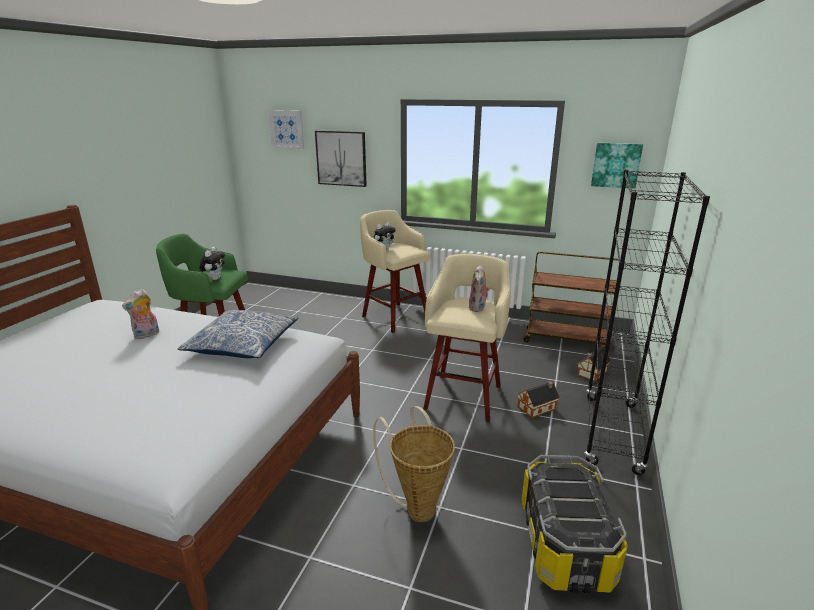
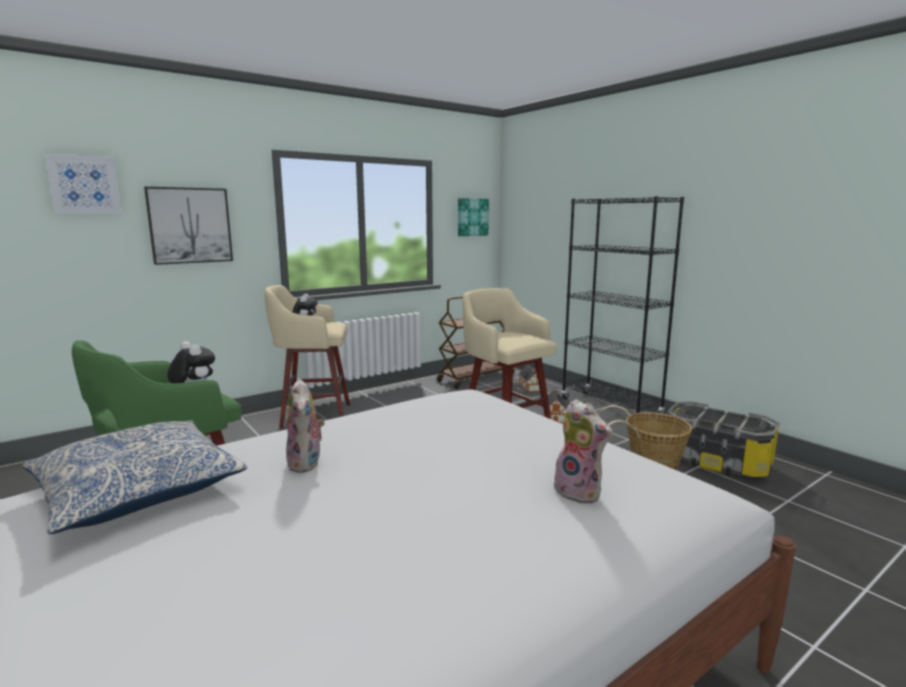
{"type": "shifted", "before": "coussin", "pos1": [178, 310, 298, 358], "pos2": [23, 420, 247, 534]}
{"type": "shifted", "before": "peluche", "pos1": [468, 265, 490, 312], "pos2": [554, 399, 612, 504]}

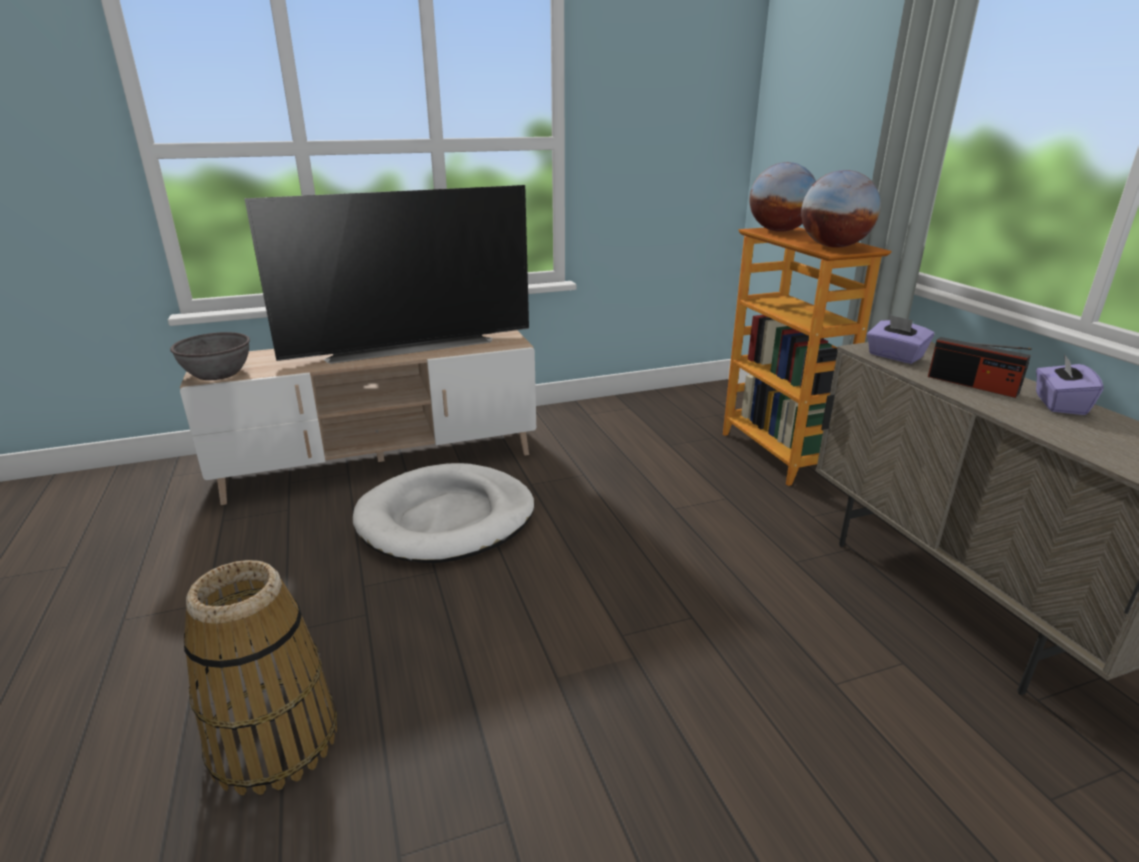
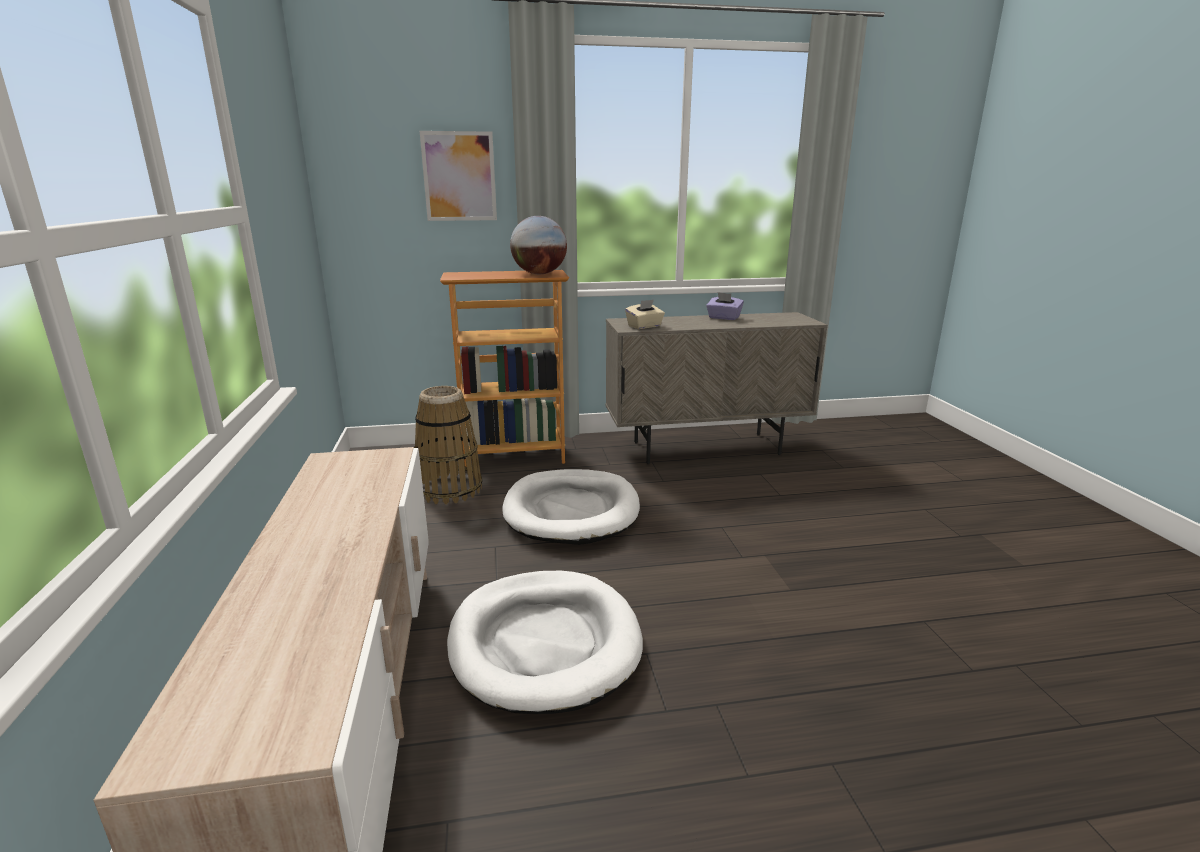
{"type": "shifted", "before": "panier", "pos1": [184, 560, 337, 795], "pos2": [414, 386, 482, 504]}
{"type": "new", "after": "tableau", "pos2": [420, 131, 497, 221]}
{"type": "new", "after": "panier pour chien/blanc", "pos2": [502, 469, 640, 545]}
{"type": "repainted", "before": "boîte à mouchoirs/violet", "after": "boîte à mouchoirs/beige", "pos1": [867, 315, 935, 364], "pos2": [625, 300, 665, 329]}
{"type": "gone", "before": "bol/gris", "pos1": [170, 332, 250, 380]}
{"type": "gone", "before": "téléviseur", "pos1": [244, 185, 529, 364]}
{"type": "gone", "before": "globe", "pos1": [750, 162, 816, 232]}
{"type": "gone", "before": "radio", "pos1": [928, 337, 1032, 398]}

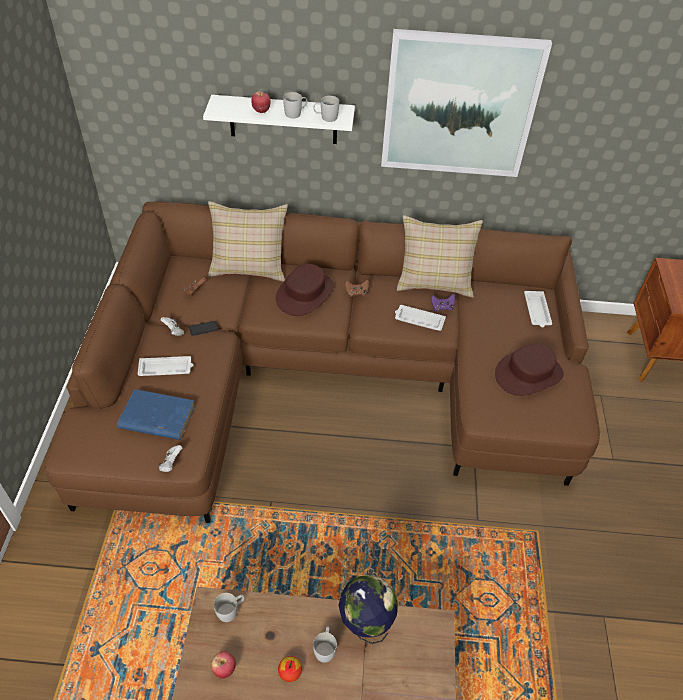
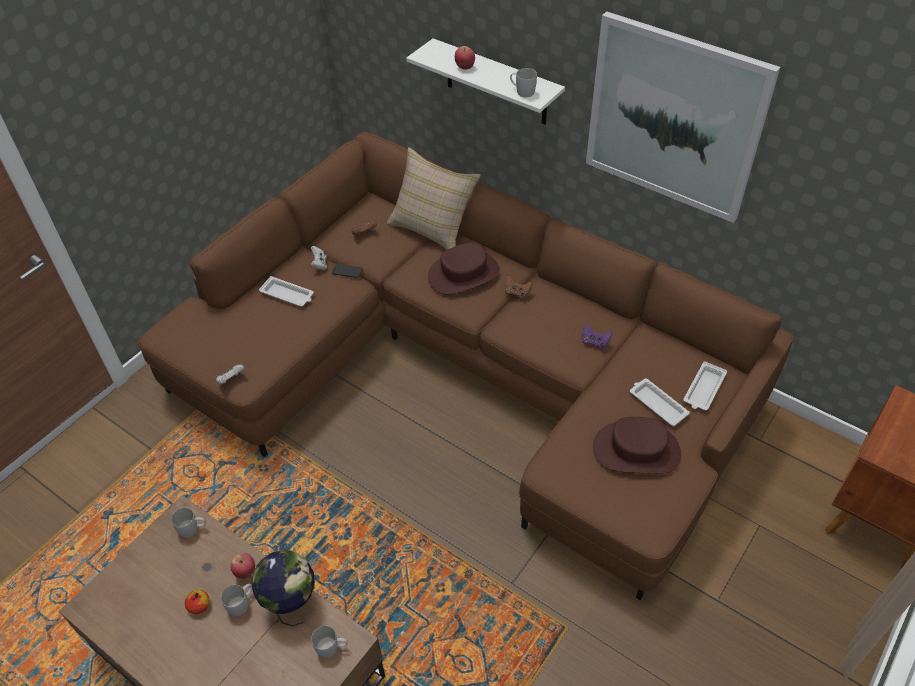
{"type": "shifted", "before": "pomme", "pos1": [211, 651, 236, 679], "pos2": [230, 553, 255, 579]}
{"type": "shifted", "before": "mug/blanc", "pos1": [283, 92, 307, 119], "pos2": [311, 626, 348, 658]}
{"type": "shifted", "before": "plateau/blanc", "pos1": [395, 305, 446, 331], "pos2": [630, 378, 690, 426]}
{"type": "gone", "before": "livre/bleu", "pos1": [117, 389, 195, 440]}
{"type": "gone", "before": "coussin/beige", "pos1": [397, 215, 483, 297]}

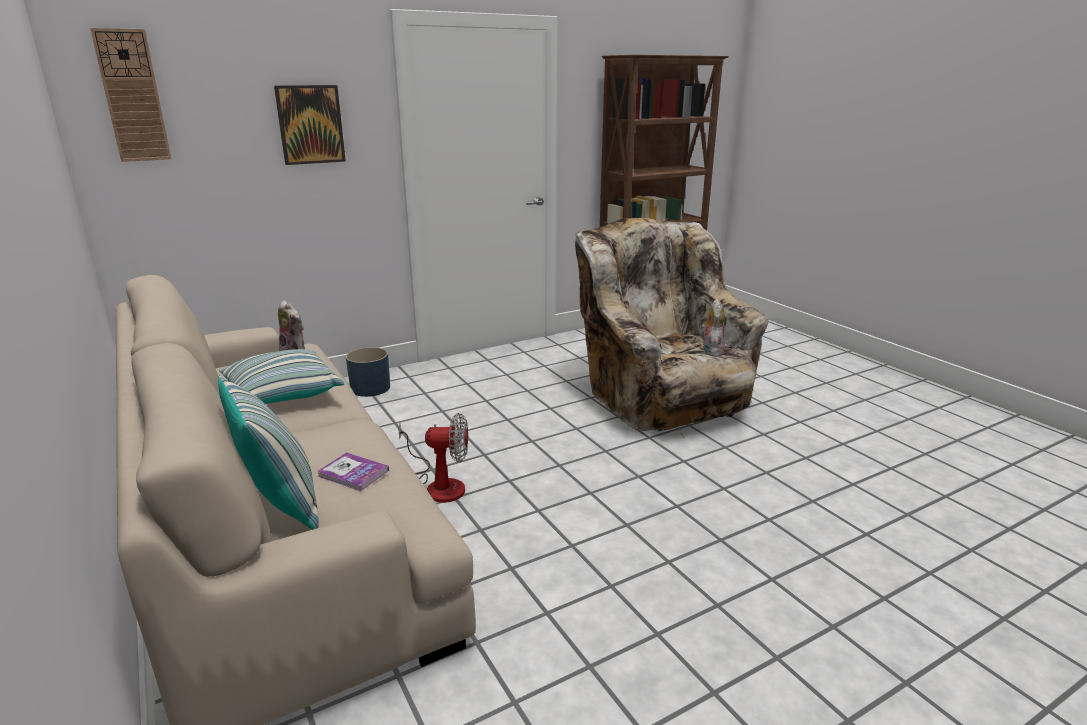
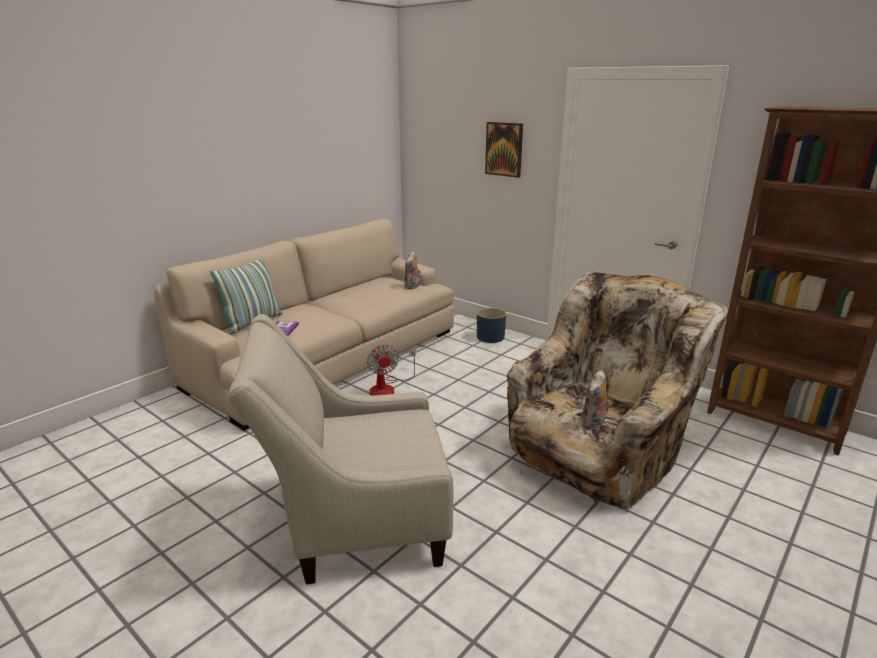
{"type": "new", "after": "fauteuil/beige", "pos2": [227, 314, 454, 584]}
{"type": "rotated", "before": "peluche", "pos1": [701, 299, 724, 357], "pos2": [582, 370, 611, 429], "turn": 135}
{"type": "gone", "before": "horloge murale", "pos1": [90, 28, 171, 162]}
{"type": "gone", "before": "coussin", "pos1": [219, 349, 344, 404]}

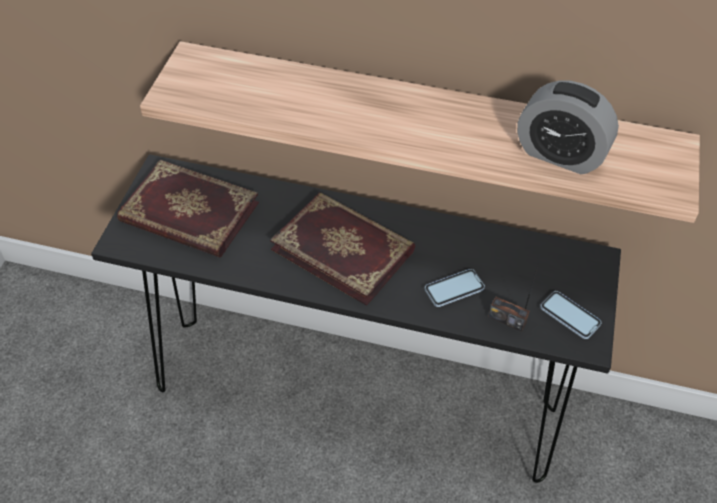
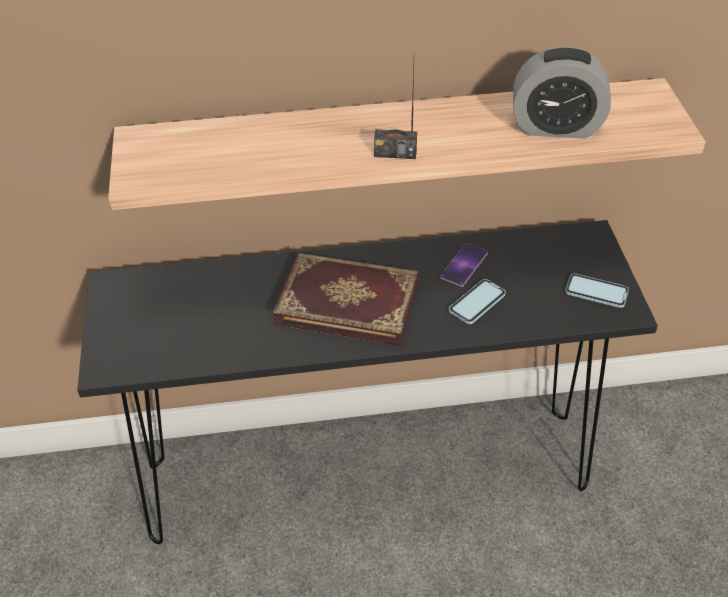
{"type": "shifted", "before": "radio", "pos1": [488, 262, 539, 331], "pos2": [374, 67, 417, 159]}
{"type": "new", "after": "téléphone", "pos2": [440, 243, 488, 287]}
{"type": "gone", "before": "livre", "pos1": [117, 160, 259, 258]}

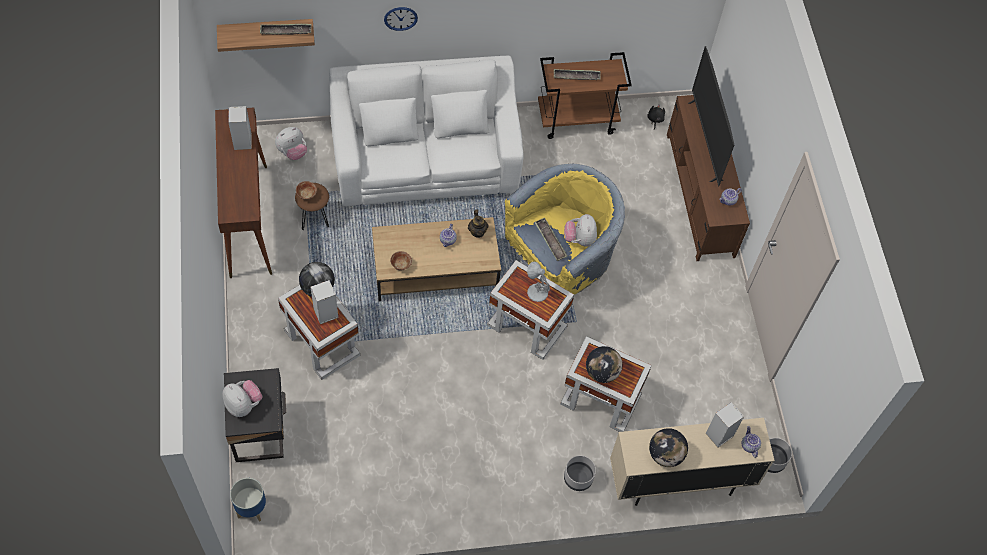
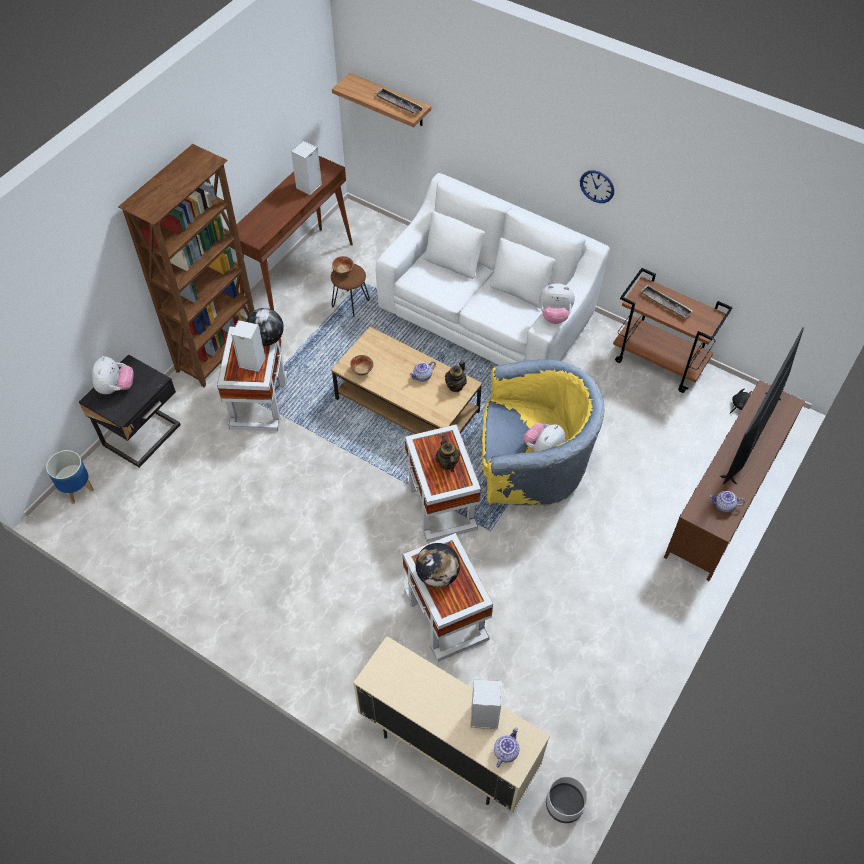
{"type": "new", "after": "bibliothèque/marron", "pos2": [118, 144, 255, 387]}
{"type": "swapped", "before": "lampe de table/blanc", "after": "théière", "pos1": [527, 262, 550, 302], "pos2": [435, 435, 460, 472]}
{"type": "shifted", "before": "peluche", "pos1": [275, 127, 307, 160], "pos2": [539, 283, 575, 324]}
{"type": "shifted", "before": "horloge murale", "pos1": [384, 7, 418, 31], "pos2": [580, 170, 614, 203]}
{"type": "gone", "before": "plateau", "pos1": [534, 218, 567, 261]}
{"type": "gone", "before": "cache-pot/gris", "pos1": [564, 455, 596, 491]}
{"type": "gone", "before": "globe", "pos1": [649, 428, 688, 467]}

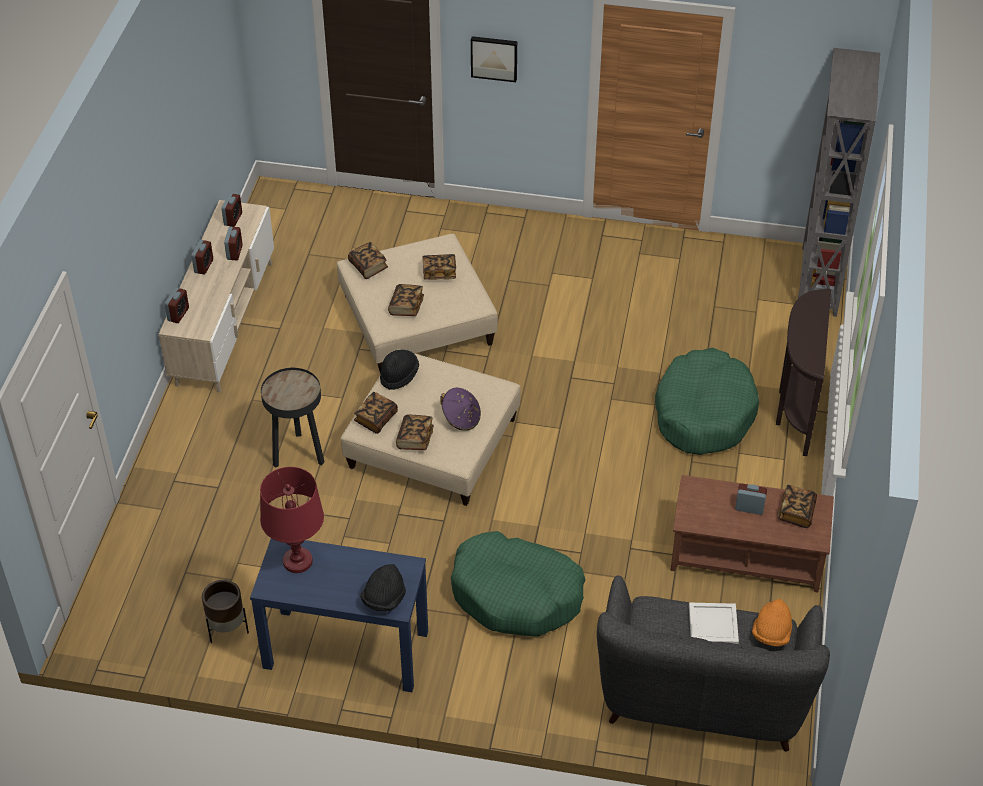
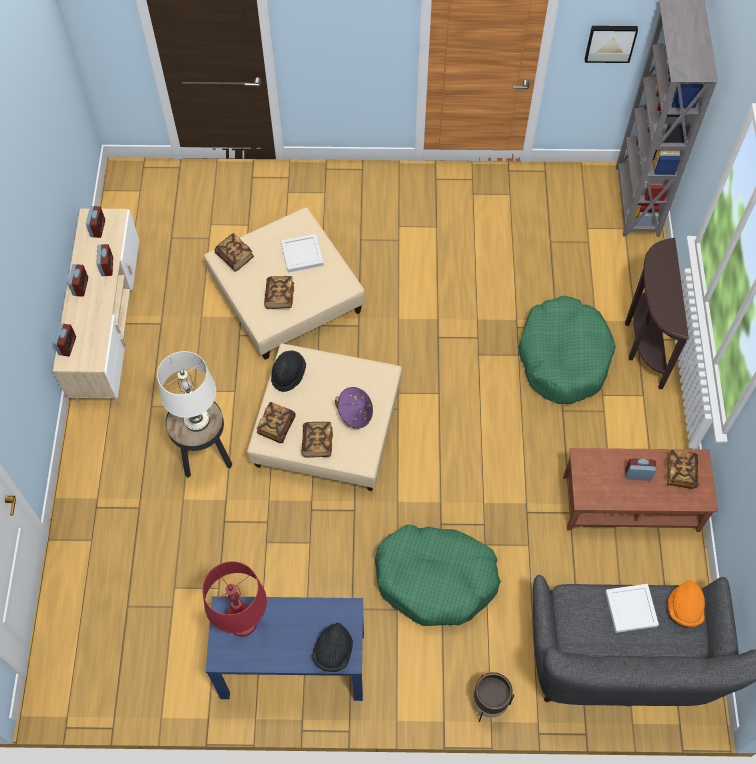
{"type": "new", "after": "lampe de table/blanc", "pos2": [157, 351, 216, 432]}
{"type": "swapped", "before": "livre", "after": "plateau/blanc", "pos1": [422, 254, 456, 280], "pos2": [281, 234, 324, 272]}
{"type": "shifted", "before": "cache-pot/marron", "pos1": [202, 580, 249, 643], "pos2": [473, 672, 514, 722]}
{"type": "shifted", "before": "tableau", "pos1": [471, 36, 517, 82], "pos2": [585, 26, 638, 63]}

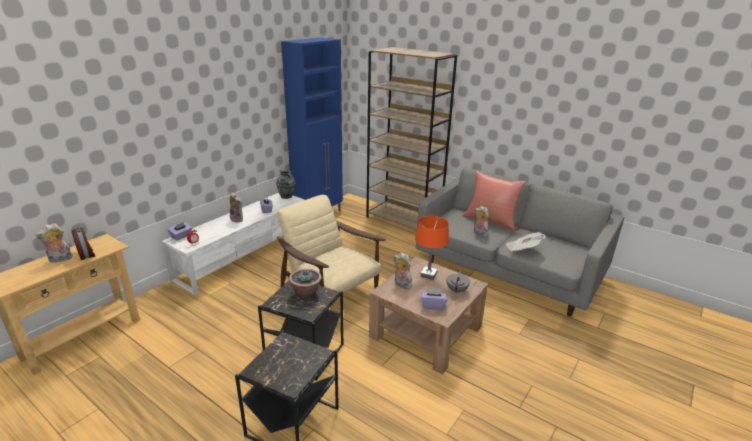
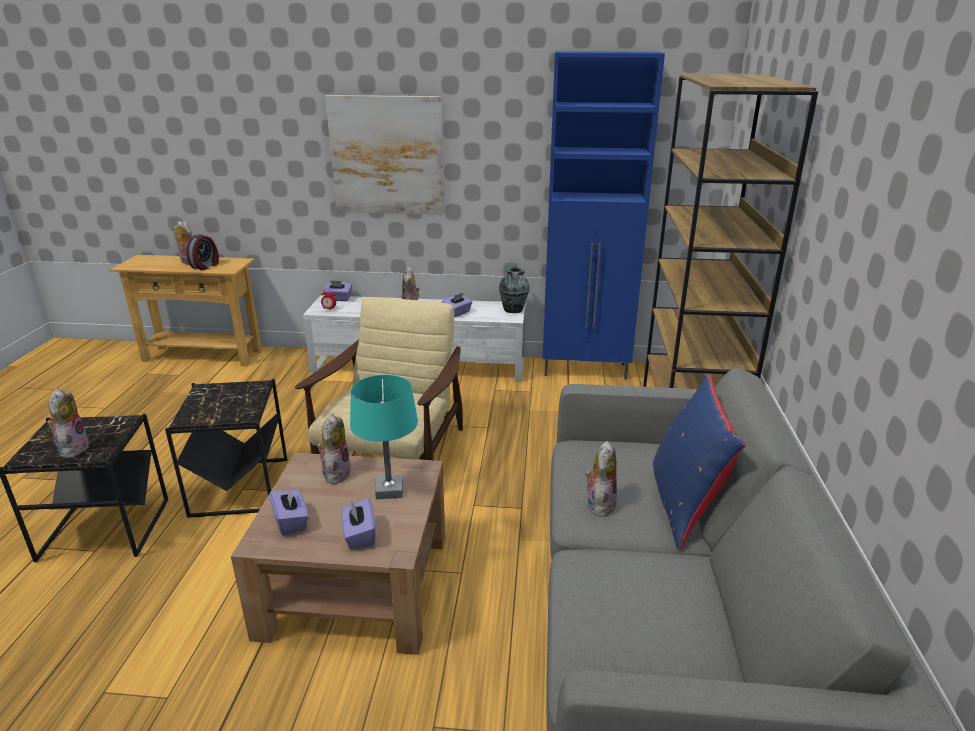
{"type": "new", "after": "peluche", "pos2": [47, 389, 90, 458]}
{"type": "new", "after": "tableau", "pos2": [325, 95, 445, 215]}
{"type": "swapped", "before": "théière/gris", "after": "boîte à mouchoirs/violet", "pos1": [446, 271, 470, 294], "pos2": [341, 498, 376, 549]}
{"type": "repainted", "before": "lampe de table/orange", "after": "lampe de table/turquoise", "pos1": [415, 216, 449, 280], "pos2": [350, 375, 418, 500]}
{"type": "repainted", "before": "coussin/rouge", "after": "coussin/bleu", "pos1": [463, 171, 526, 231], "pos2": [653, 375, 746, 549]}
{"type": "gone", "before": "plante en pot", "pos1": [289, 269, 322, 298]}
{"type": "gone", "before": "journal", "pos1": [506, 232, 545, 252]}

